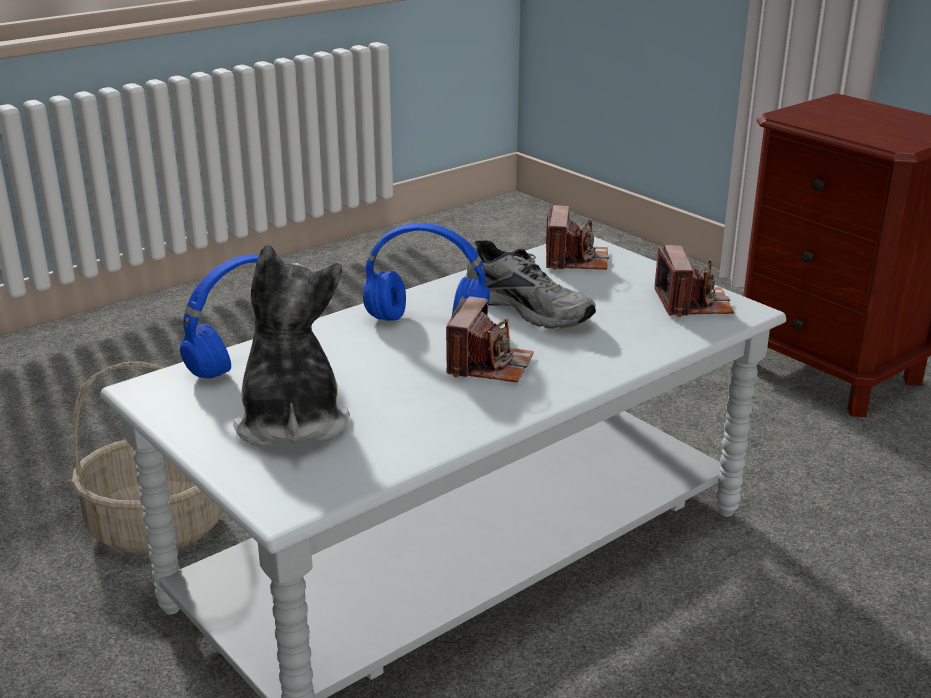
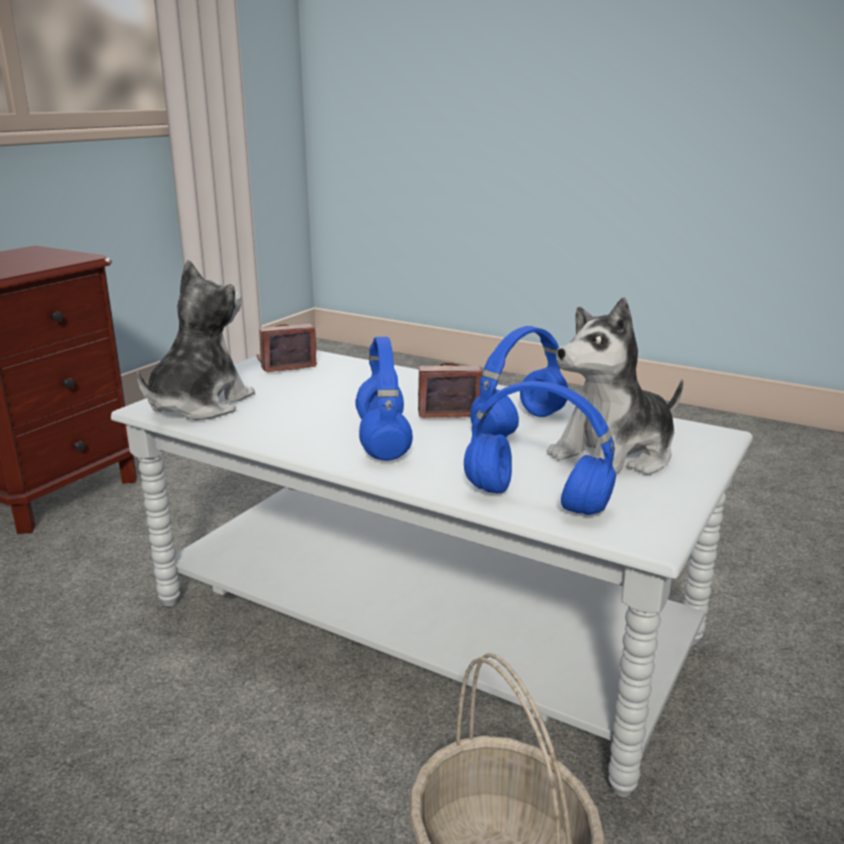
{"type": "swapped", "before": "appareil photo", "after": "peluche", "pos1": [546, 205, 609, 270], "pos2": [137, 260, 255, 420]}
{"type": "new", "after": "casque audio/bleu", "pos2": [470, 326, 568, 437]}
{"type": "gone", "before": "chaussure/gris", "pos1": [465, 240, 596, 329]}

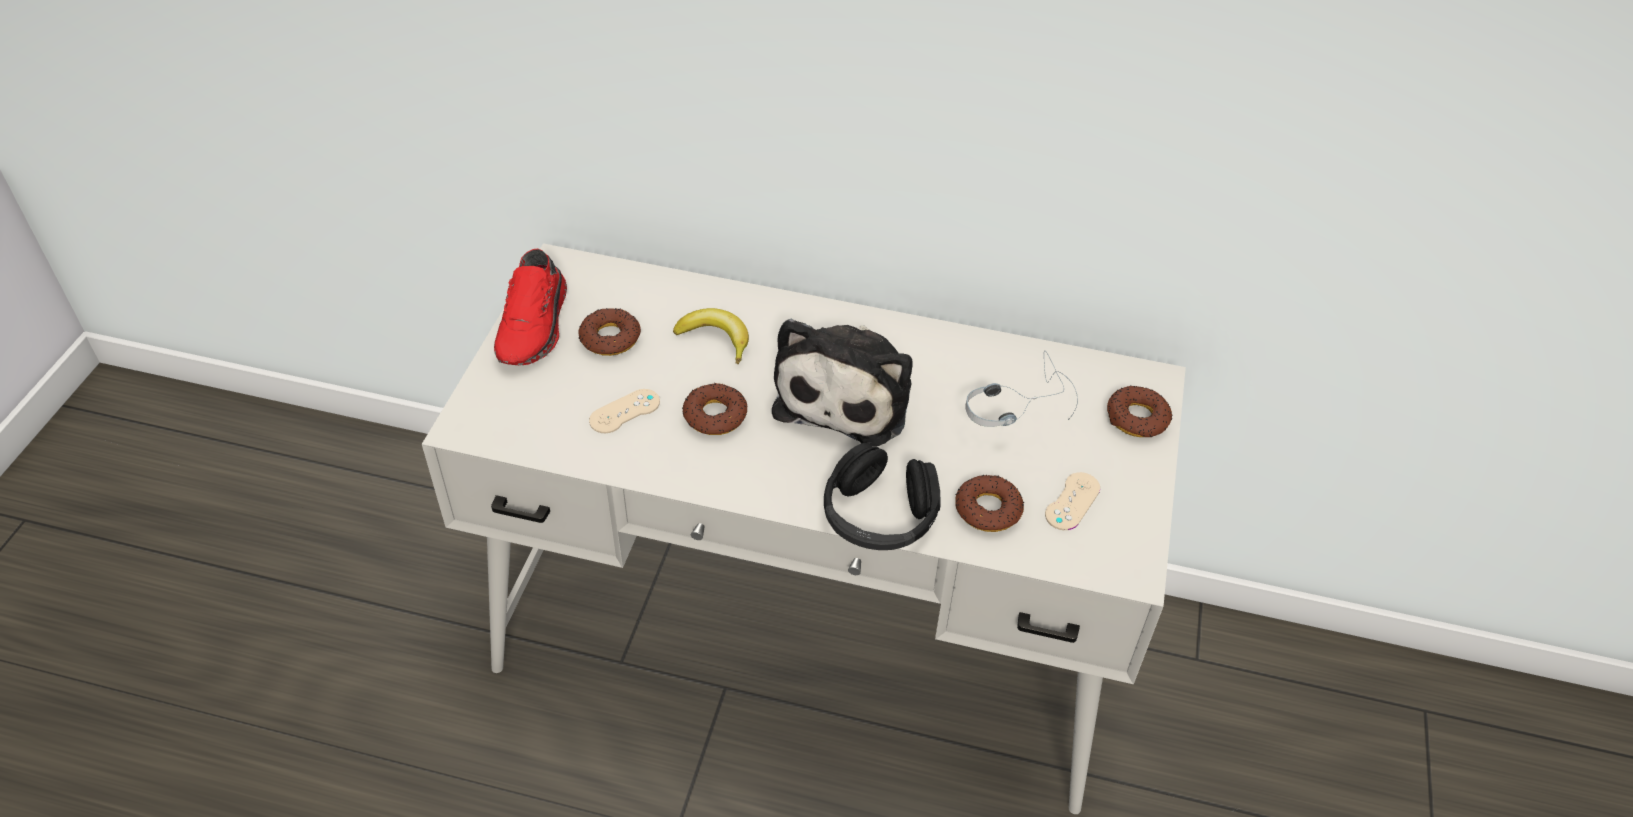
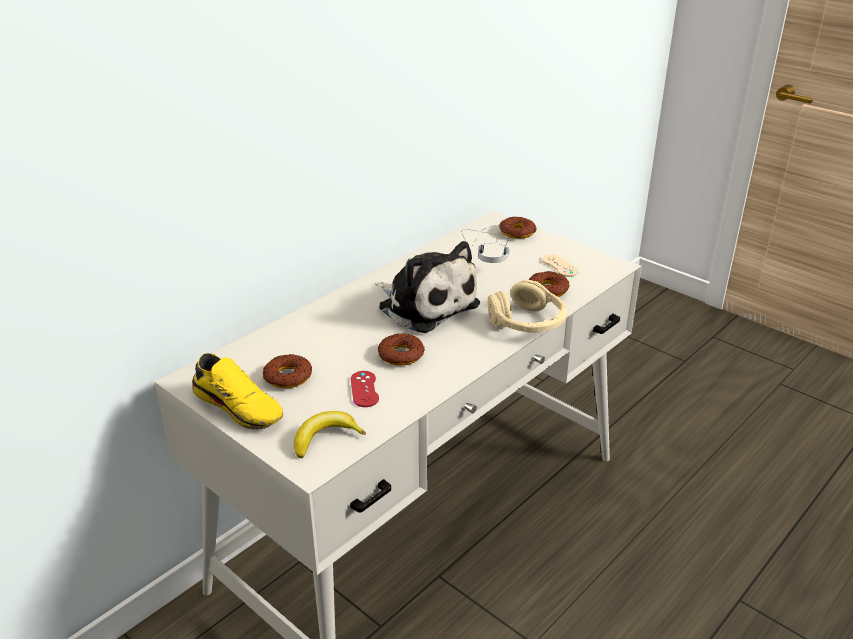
{"type": "repainted", "before": "chaussure/rouge", "after": "chaussure/jaune", "pos1": [494, 249, 567, 365], "pos2": [192, 353, 283, 429]}
{"type": "shifted", "before": "banane", "pos1": [673, 308, 749, 364], "pos2": [294, 411, 366, 458]}
{"type": "repainted", "before": "manette/beige", "after": "manette/rouge", "pos1": [589, 389, 660, 433], "pos2": [351, 371, 379, 407]}
{"type": "repainted", "before": "casque audio/noir", "after": "casque audio/beige", "pos1": [824, 443, 941, 550], "pos2": [488, 280, 567, 333]}

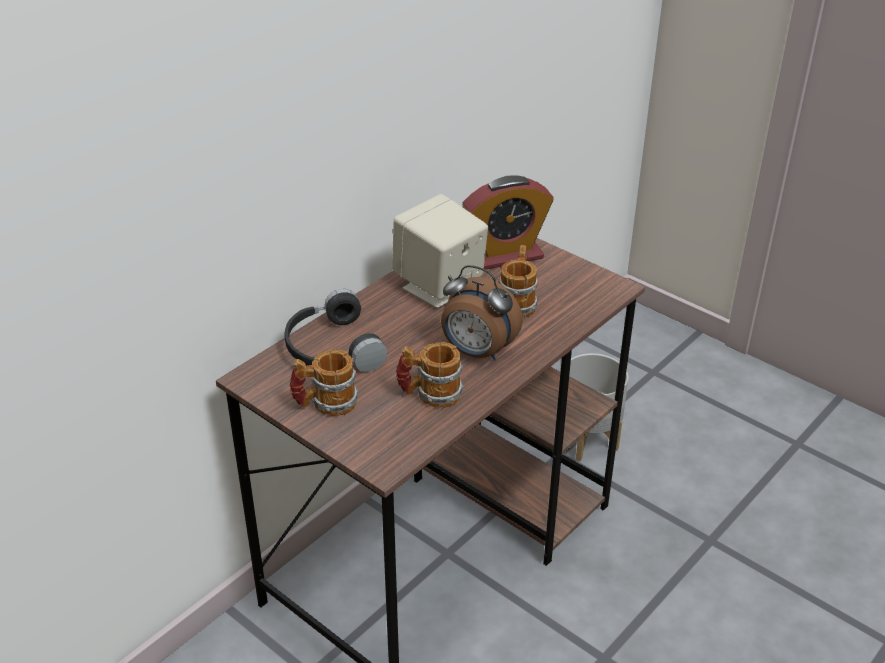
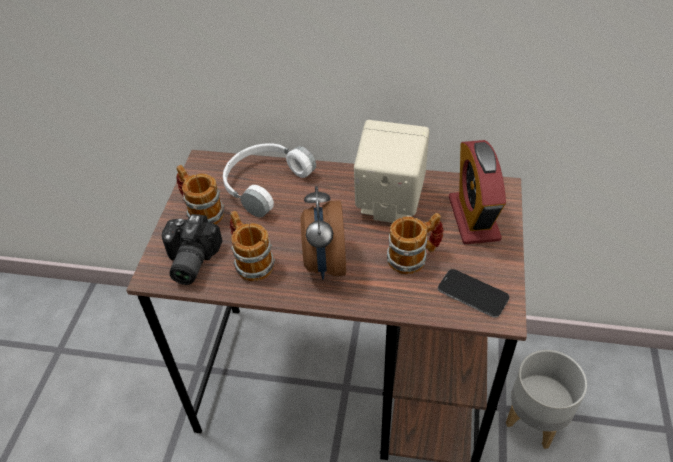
{"type": "new", "after": "appareil photo", "pos2": [162, 214, 222, 285]}
{"type": "repainted", "before": "casque audio/noir", "after": "casque audio/blanc", "pos1": [284, 289, 388, 372], "pos2": [223, 143, 316, 217]}
{"type": "new", "after": "téléphone", "pos2": [438, 269, 509, 318]}
{"type": "rotated", "before": "réveil", "pos1": [463, 175, 554, 270], "pos2": [449, 140, 506, 244], "turn": 45}

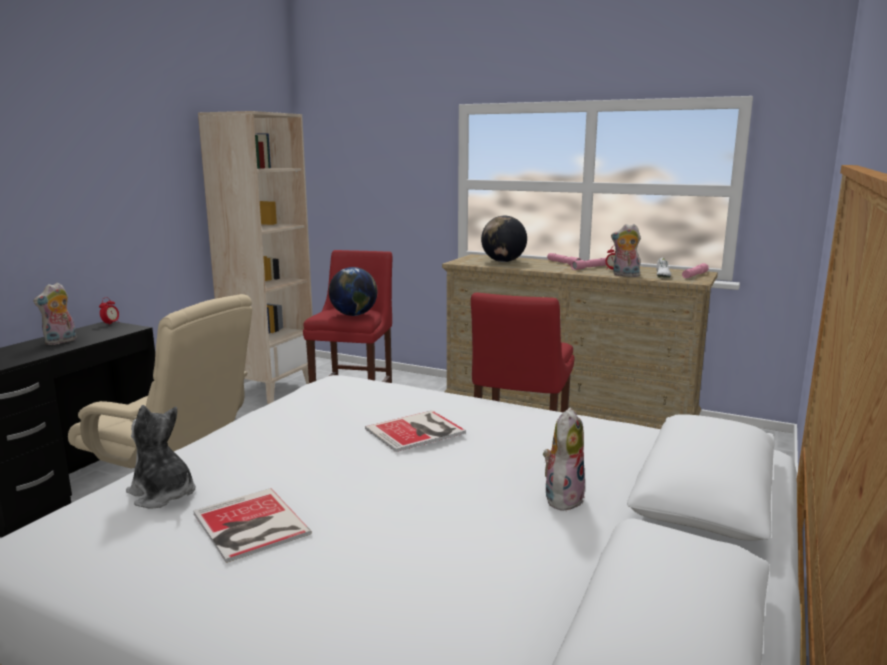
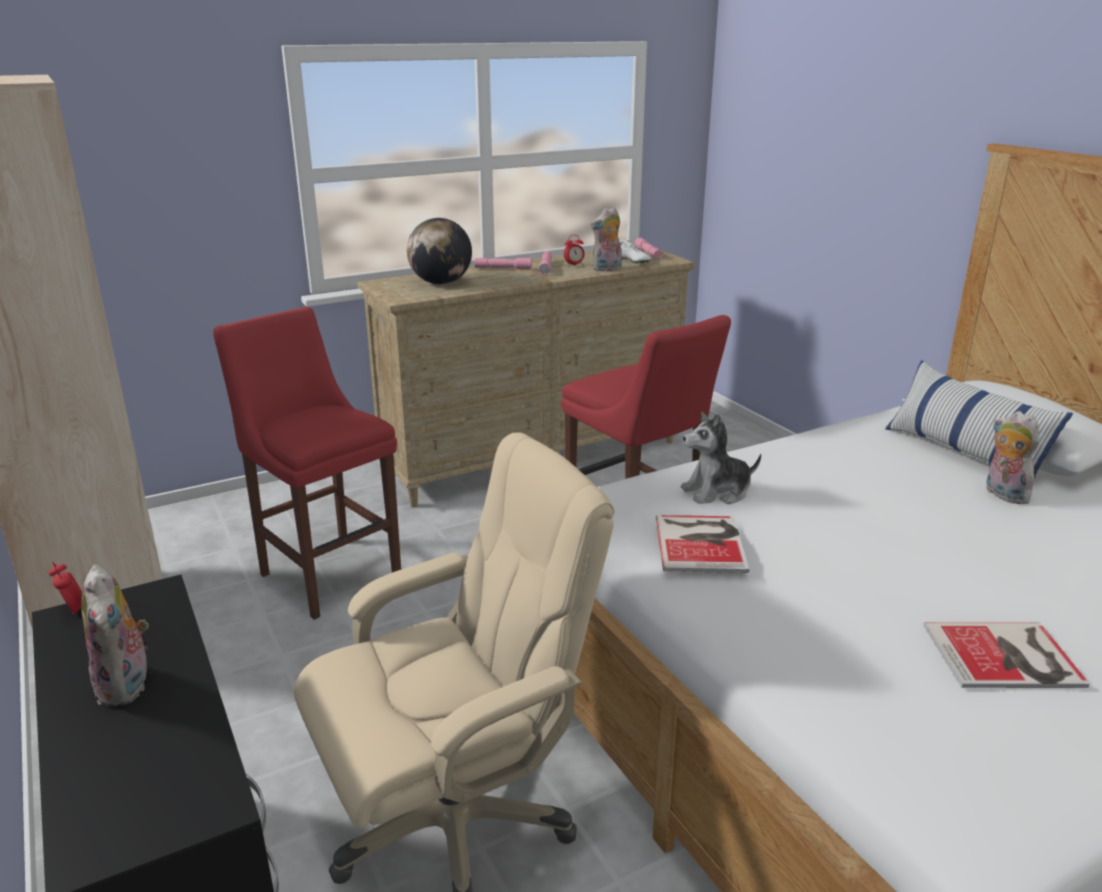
{"type": "shifted", "before": "livre", "pos1": [365, 411, 466, 452], "pos2": [656, 515, 749, 573]}
{"type": "shifted", "before": "peluche", "pos1": [126, 405, 195, 509], "pos2": [681, 412, 761, 504]}
{"type": "new", "after": "coussin", "pos2": [885, 360, 1073, 484]}
{"type": "gone", "before": "globe", "pos1": [329, 267, 377, 316]}

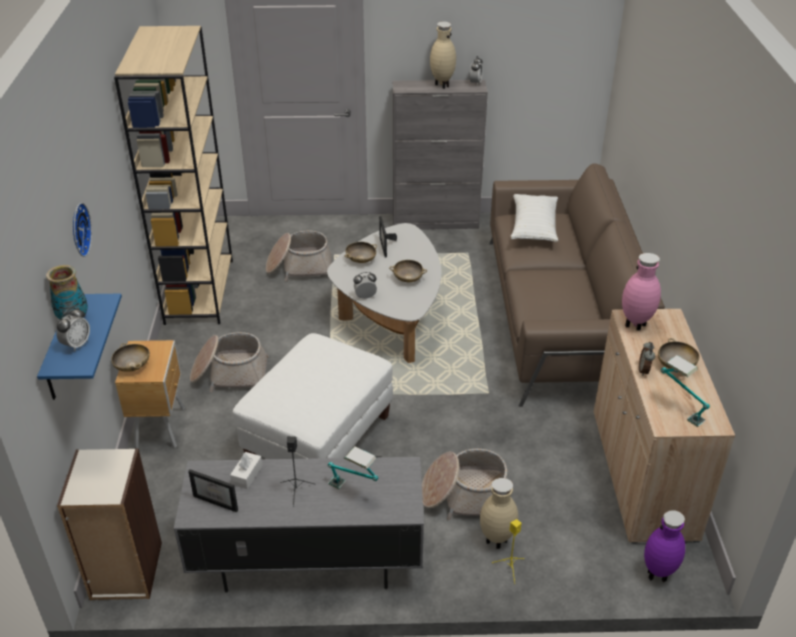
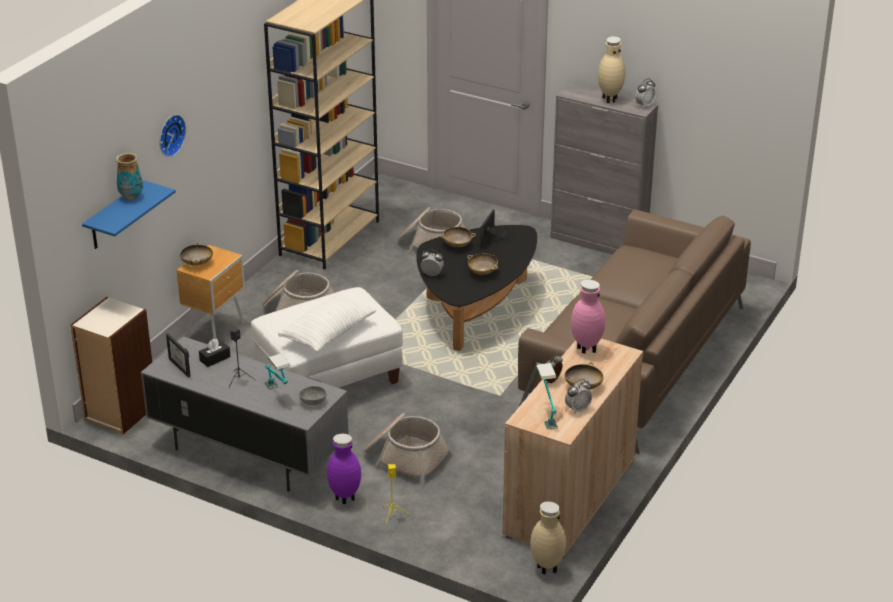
{"type": "repainted", "before": "boîte à mouchoirs/blanc", "after": "boîte à mouchoirs/noir", "pos1": [230, 452, 262, 489], "pos2": [199, 339, 230, 367]}
{"type": "shifted", "before": "coussin/blanc", "pos1": [511, 194, 558, 242], "pos2": [278, 294, 376, 352]}
{"type": "new", "after": "bol/gris", "pos2": [299, 386, 327, 405]}
{"type": "shifted", "before": "vase/violet", "pos1": [644, 510, 685, 582], "pos2": [327, 434, 361, 504]}
{"type": "repainted", "before": "table basse/blanc", "after": "table basse/noir", "pos1": [327, 223, 441, 363], "pos2": [416, 225, 537, 351]}
{"type": "shifted", "before": "vase/beige", "pos1": [480, 478, 518, 549], "pos2": [530, 501, 566, 574]}
{"type": "shifted", "before": "réveil", "pos1": [56, 307, 90, 352], "pos2": [565, 379, 592, 414]}

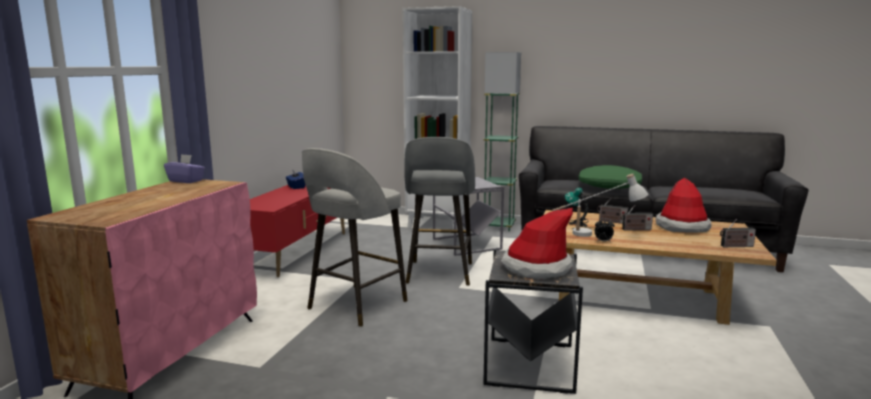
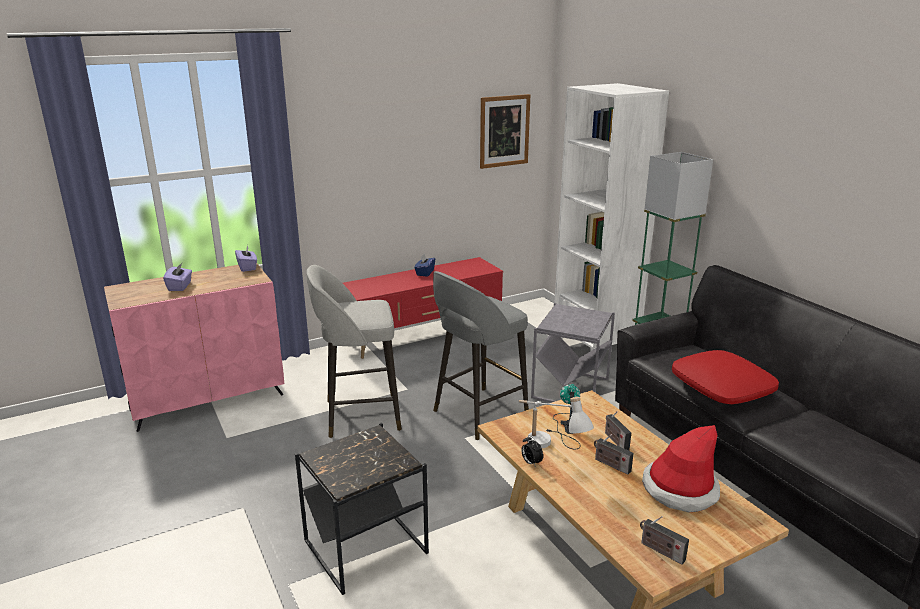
{"type": "new", "after": "boîte à mouchoirs/violet", "pos2": [163, 263, 192, 291]}
{"type": "new", "after": "tableau", "pos2": [480, 94, 530, 169]}
{"type": "repainted", "before": "coussin/vert", "after": "coussin/rouge", "pos1": [579, 165, 642, 189], "pos2": [672, 350, 779, 404]}
{"type": "gone", "before": "chapeau", "pos1": [501, 208, 573, 279]}

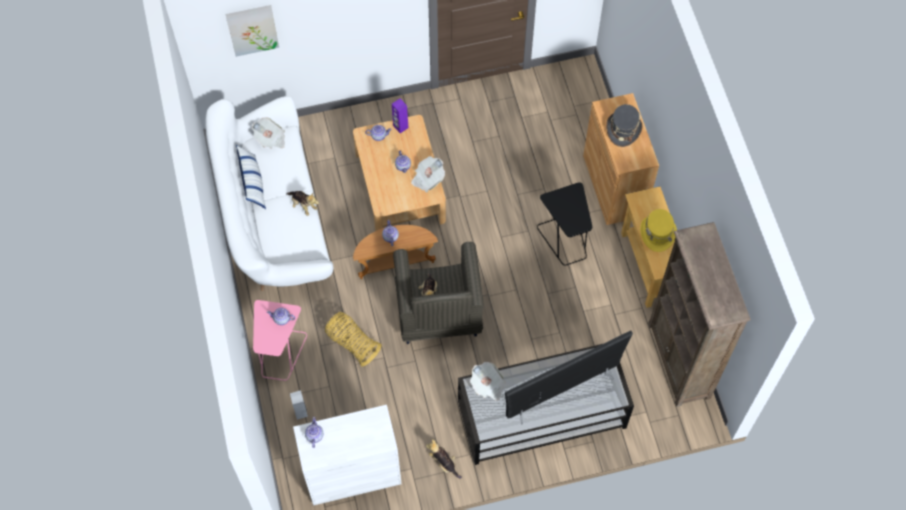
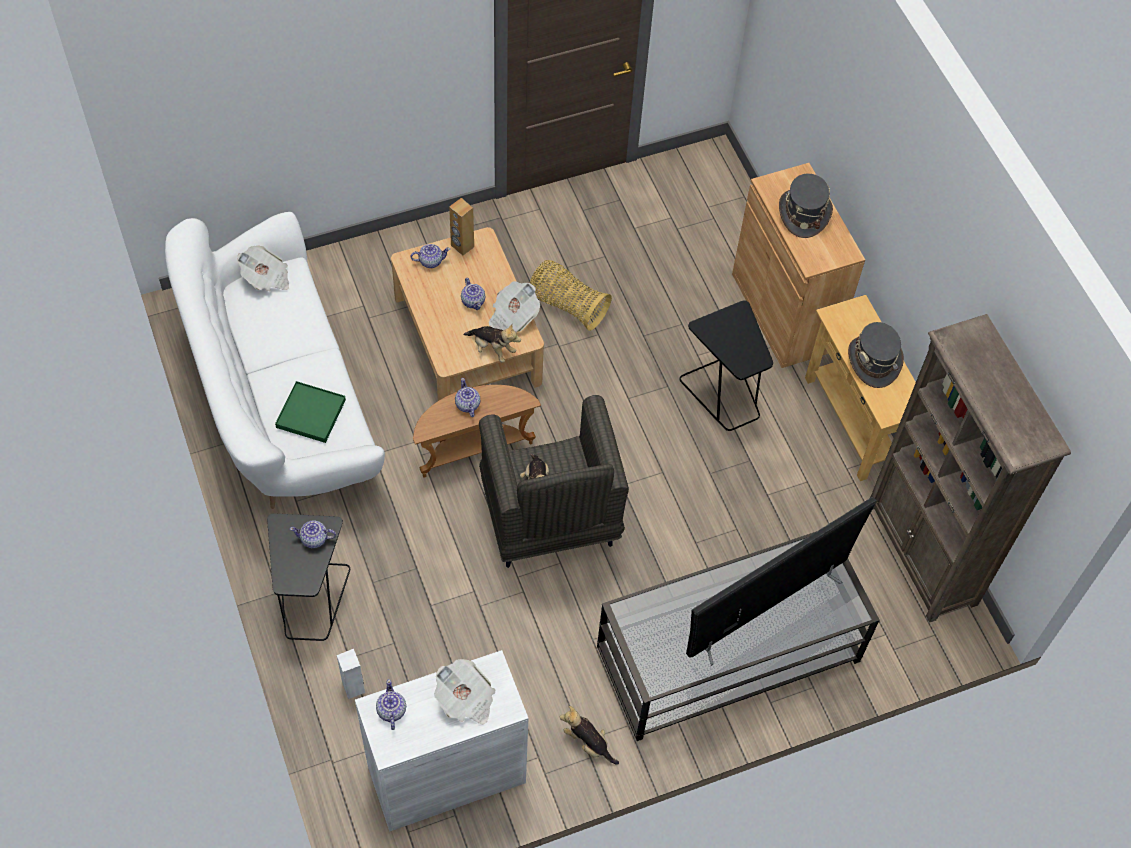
{"type": "repainted", "before": "table d'appoint/rose", "after": "table d'appoint/noir", "pos1": [253, 300, 307, 381], "pos2": [267, 514, 350, 641]}
{"type": "new", "after": "plateau/vert", "pos2": [275, 381, 346, 443]}
{"type": "shifted", "before": "journal", "pos1": [470, 362, 506, 401], "pos2": [434, 659, 495, 725]}
{"type": "repainted", "before": "enceinte/violet", "after": "enceinte/marron", "pos1": [392, 98, 408, 133], "pos2": [449, 198, 474, 256]}
{"type": "shifted", "before": "peluche", "pos1": [286, 191, 319, 216], "pos2": [463, 324, 521, 362]}
{"type": "shifted", "before": "panier", "pos1": [325, 312, 382, 366], "pos2": [529, 260, 612, 331]}
{"type": "repainted", "before": "chapeau/jaune", "after": "chapeau/gris", "pos1": [640, 209, 677, 252], "pos2": [848, 322, 904, 388]}
{"type": "gone", "before": "tableau", "pos1": [226, 5, 279, 57]}
{"type": "gone", "before": "coussin", "pos1": [236, 145, 266, 209]}

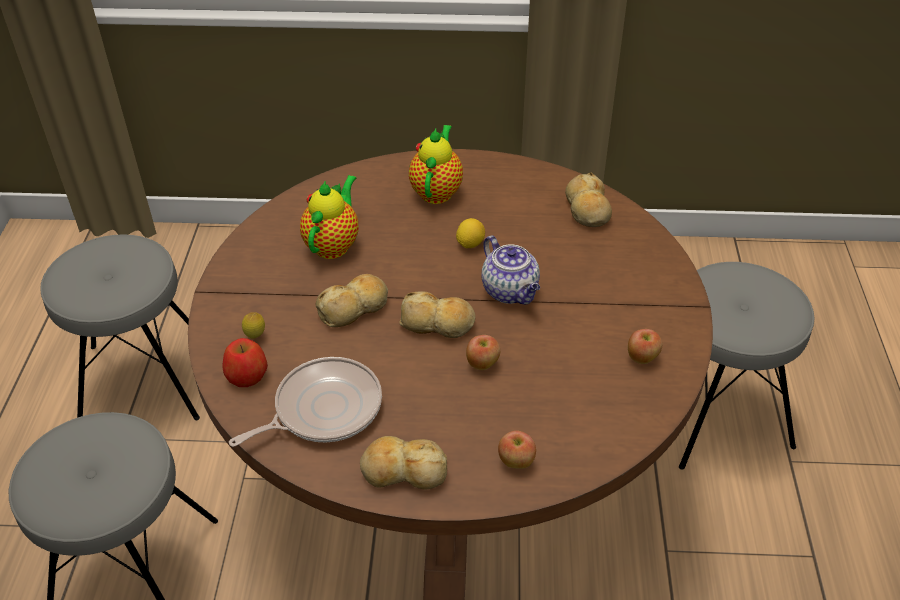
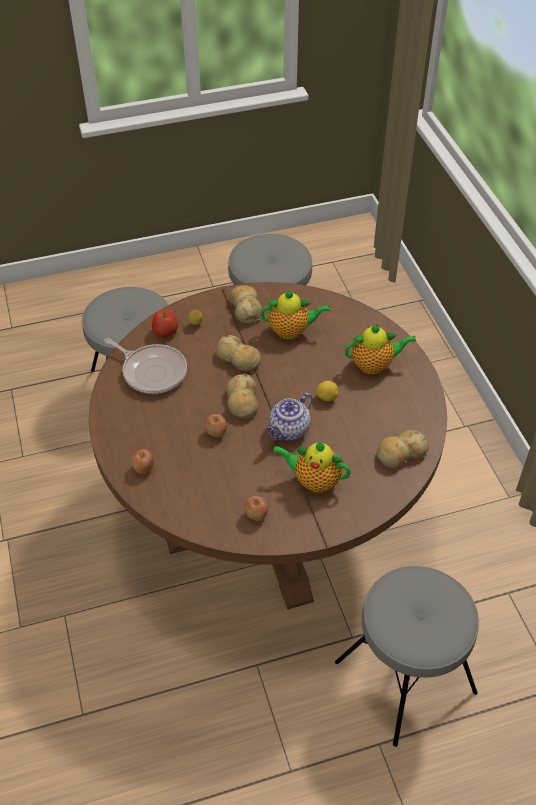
{"type": "shifted", "before": "pain", "pos1": [360, 436, 447, 490], "pos2": [229, 285, 262, 324]}
{"type": "new", "after": "théière", "pos2": [273, 442, 351, 493]}

